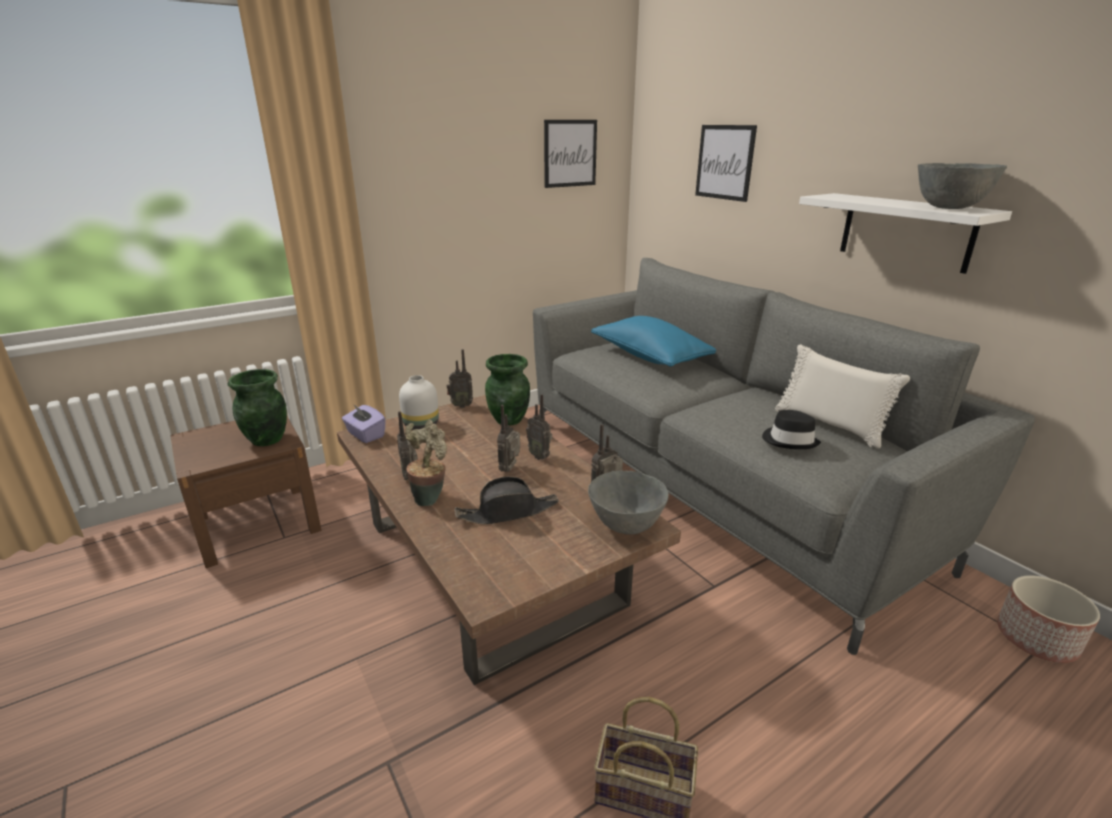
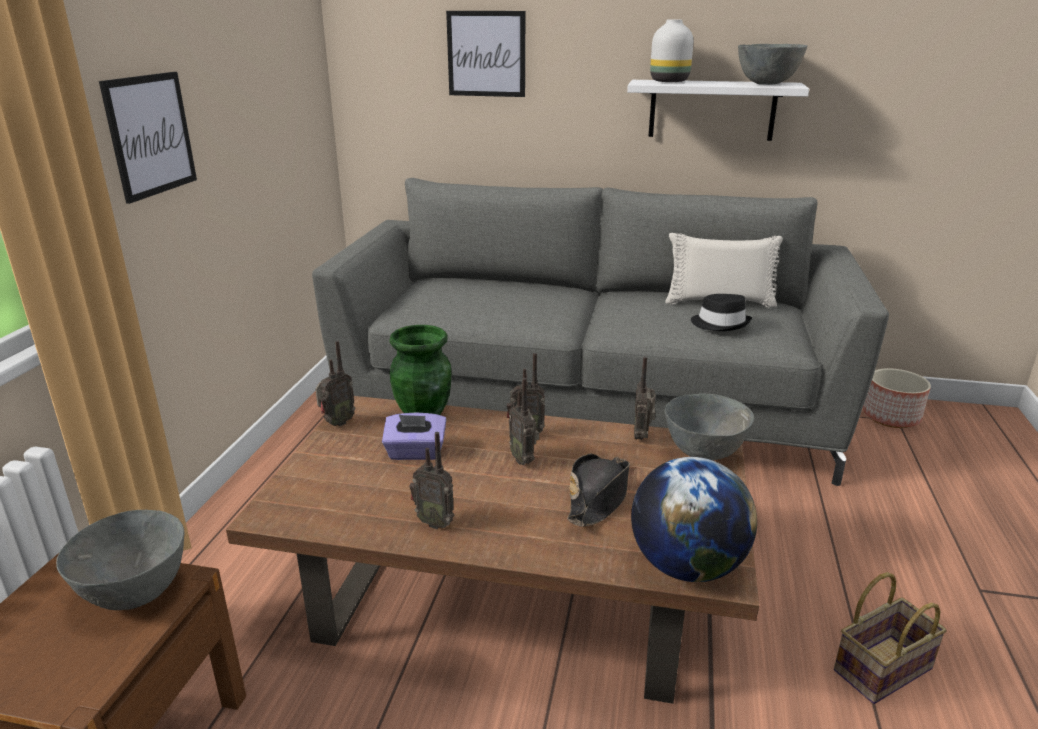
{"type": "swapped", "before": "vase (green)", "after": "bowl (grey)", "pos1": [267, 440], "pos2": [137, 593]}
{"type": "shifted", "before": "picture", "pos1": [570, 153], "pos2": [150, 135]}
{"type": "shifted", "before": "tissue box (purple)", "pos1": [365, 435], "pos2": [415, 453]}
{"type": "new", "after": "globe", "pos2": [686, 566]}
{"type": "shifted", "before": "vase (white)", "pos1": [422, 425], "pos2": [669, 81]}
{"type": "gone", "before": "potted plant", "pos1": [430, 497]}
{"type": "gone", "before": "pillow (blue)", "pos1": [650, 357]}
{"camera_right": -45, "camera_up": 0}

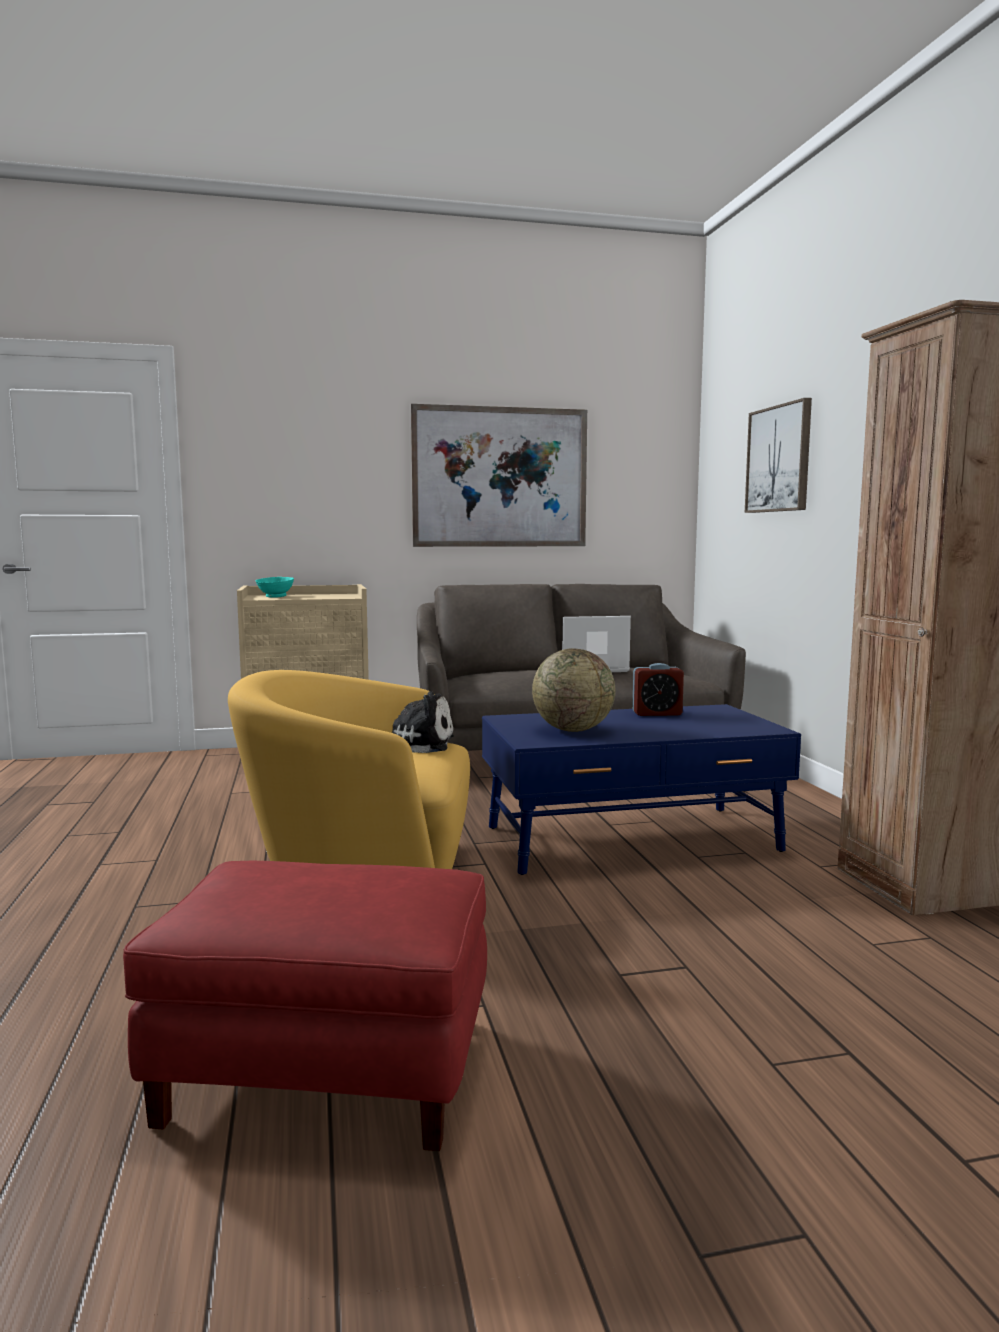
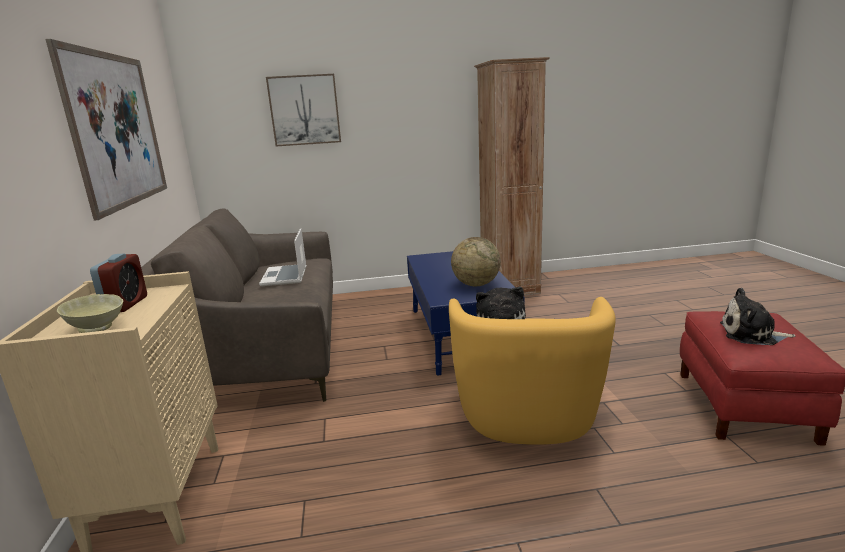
{"type": "repainted", "before": "bowl (turquoise)", "after": "bowl (beige)", "pos1": [275, 597], "pos2": [97, 329]}
{"type": "shifted", "before": "alarm clock", "pos1": [657, 713], "pos2": [125, 304]}
{"type": "new", "after": "plush toy", "pos2": [751, 334]}
{"camera_right": -85, "camera_up": 10}

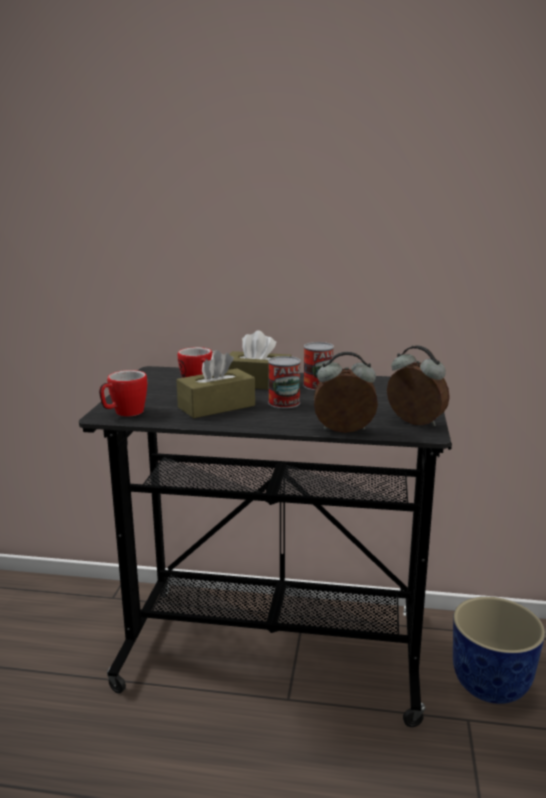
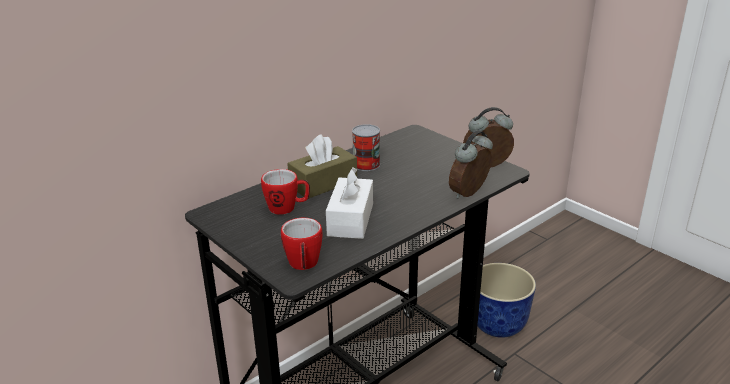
{"type": "repainted", "before": "tissue box (brown)", "after": "tissue box (white)", "pos1": [216, 406], "pos2": [350, 219]}
{"type": "gone", "before": "can", "pos1": [284, 403]}
{"camera_right": -50, "camera_up": 10}

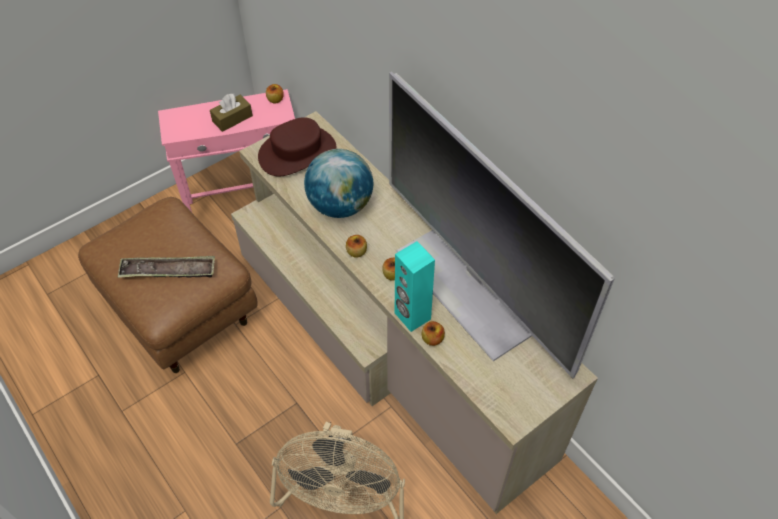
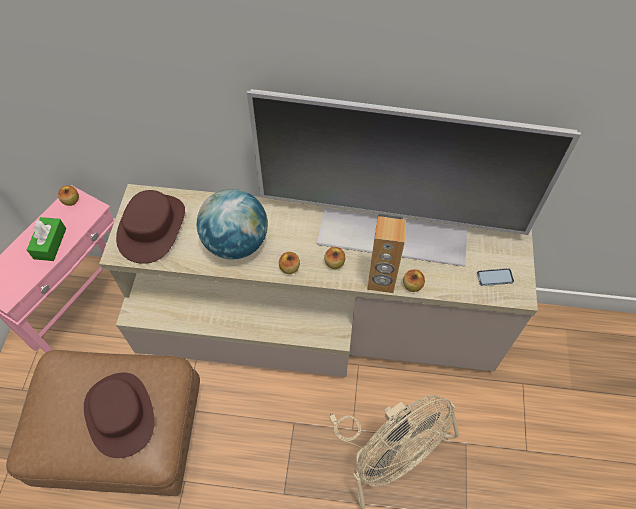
{"type": "repainted", "before": "tissue box (brown)", "after": "tissue box (green)", "pos1": [232, 118], "pos2": [50, 243]}
{"type": "swapped", "before": "tray", "after": "hat (brown)", "pos1": [168, 271], "pos2": [121, 414]}
{"type": "repainted", "before": "speaker (turquoise)", "after": "speaker (brown)", "pos1": [412, 316], "pos2": [381, 281]}
{"type": "new", "after": "phone", "pos2": [494, 277]}
{"camera_right": -45, "camera_up": 5}

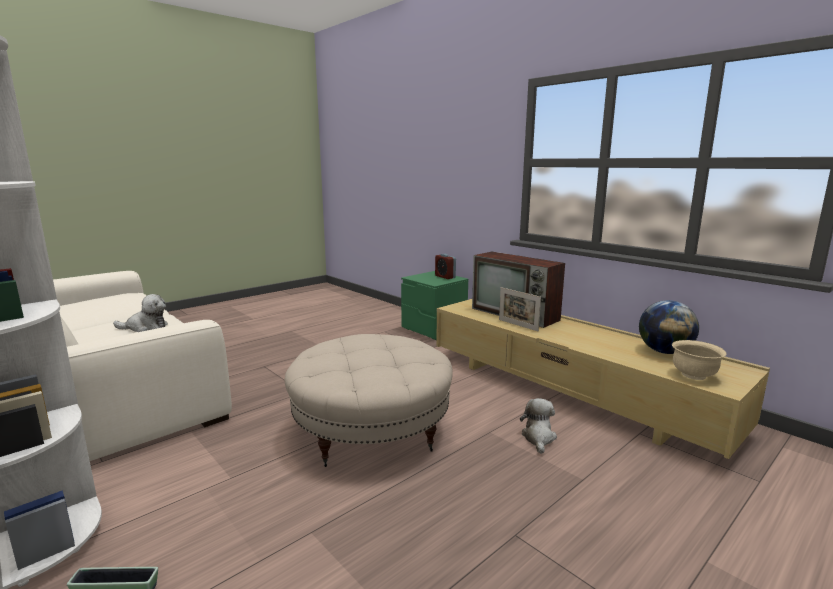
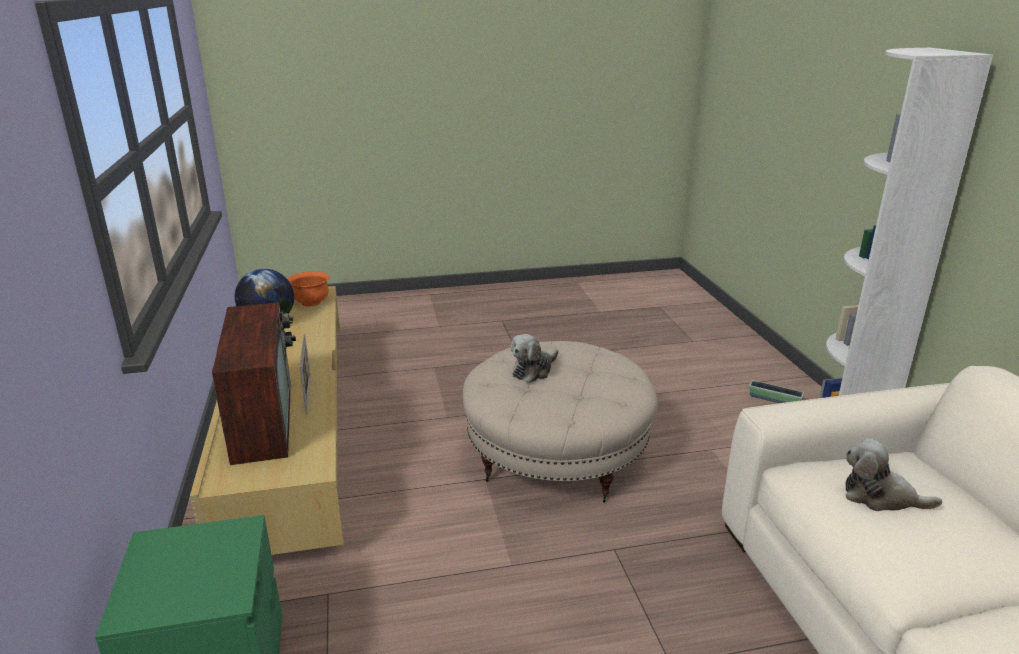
{"type": "repainted", "before": "bowl (beige)", "after": "bowl (orange)", "pos1": [694, 375], "pos2": [311, 302]}
{"type": "shifted", "before": "plush toy", "pos1": [538, 438], "pos2": [533, 370]}
{"type": "gone", "before": "alarm clock", "pos1": [445, 277]}
{"camera_right": -150, "camera_up": 10}

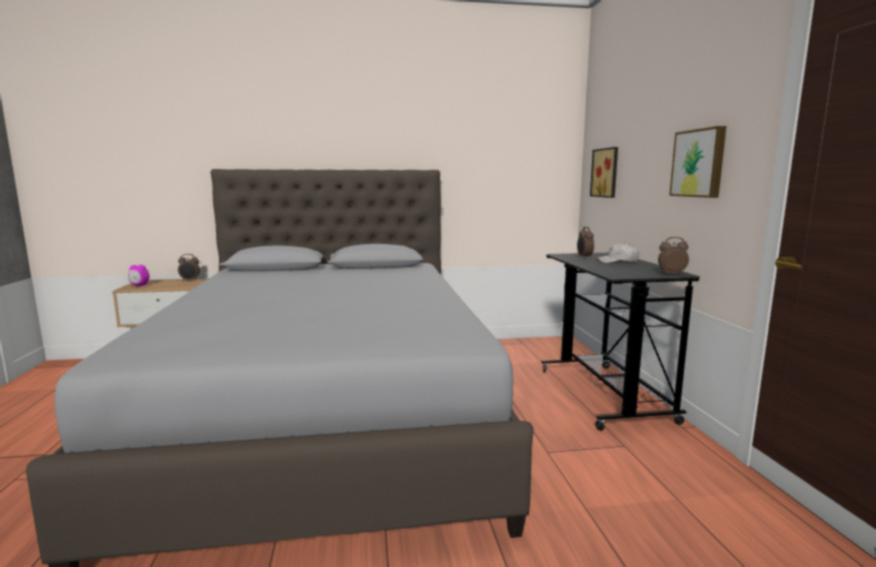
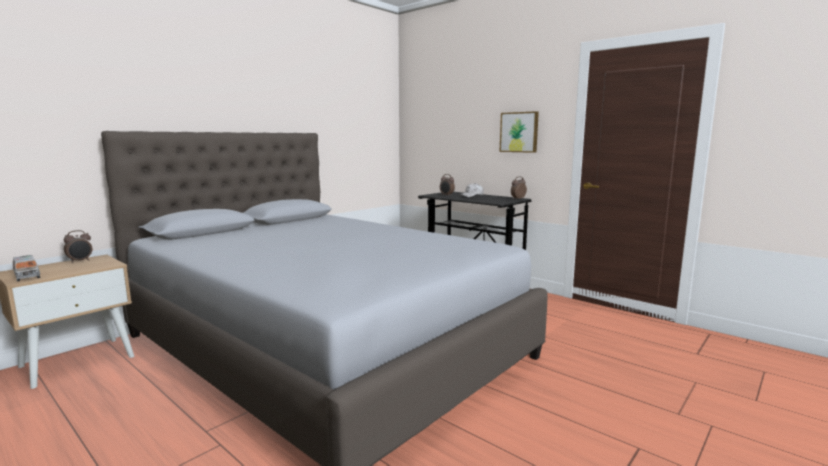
{"type": "swapped", "before": "alarm clock", "after": "toy truck", "pos1": [139, 285], "pos2": [27, 275]}
{"type": "gone", "before": "picture", "pos1": [606, 173]}
{"camera_right": -40, "camera_up": 0}

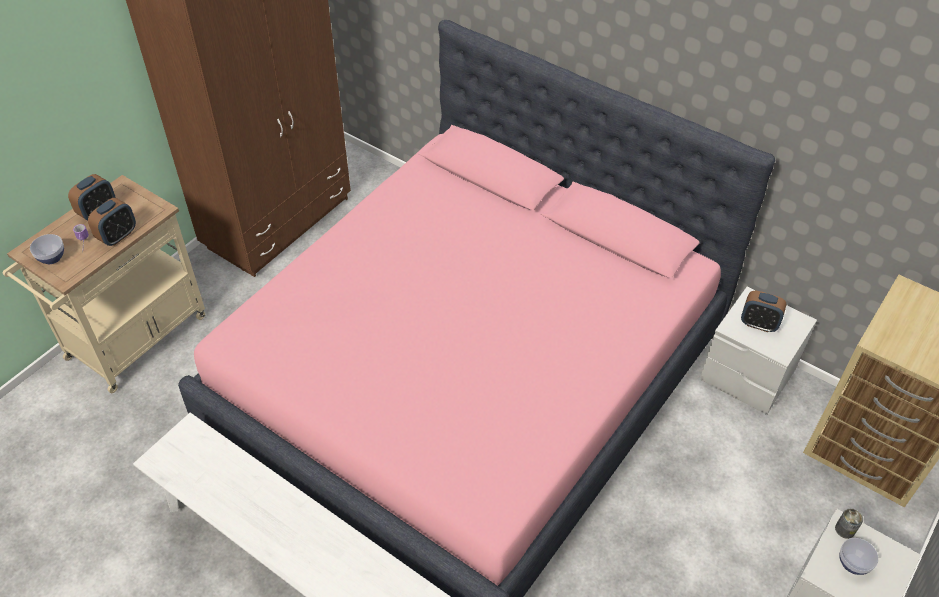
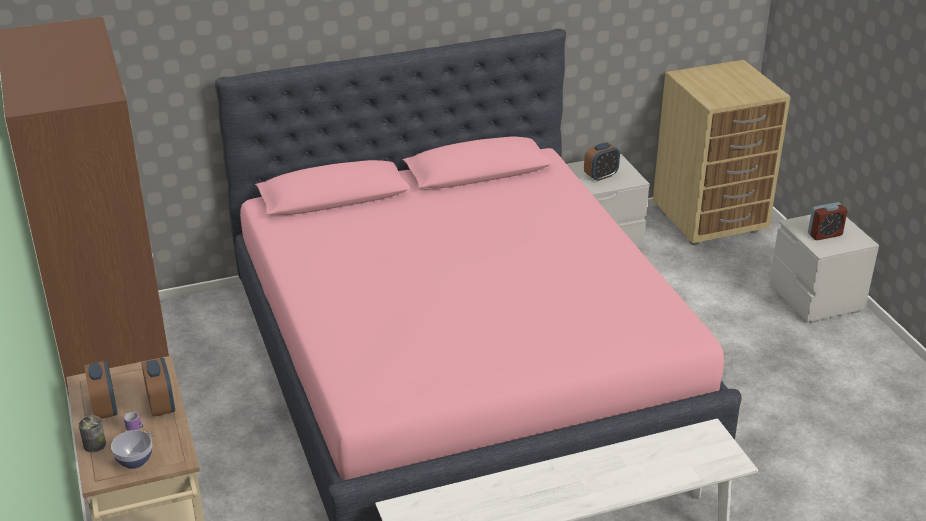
{"type": "shifted", "before": "can", "pos1": [845, 529], "pos2": [94, 444]}
{"type": "swapped", "before": "bowl", "after": "alarm clock", "pos1": [853, 563], "pos2": [824, 234]}
{"camera_right": -55, "camera_up": -15}

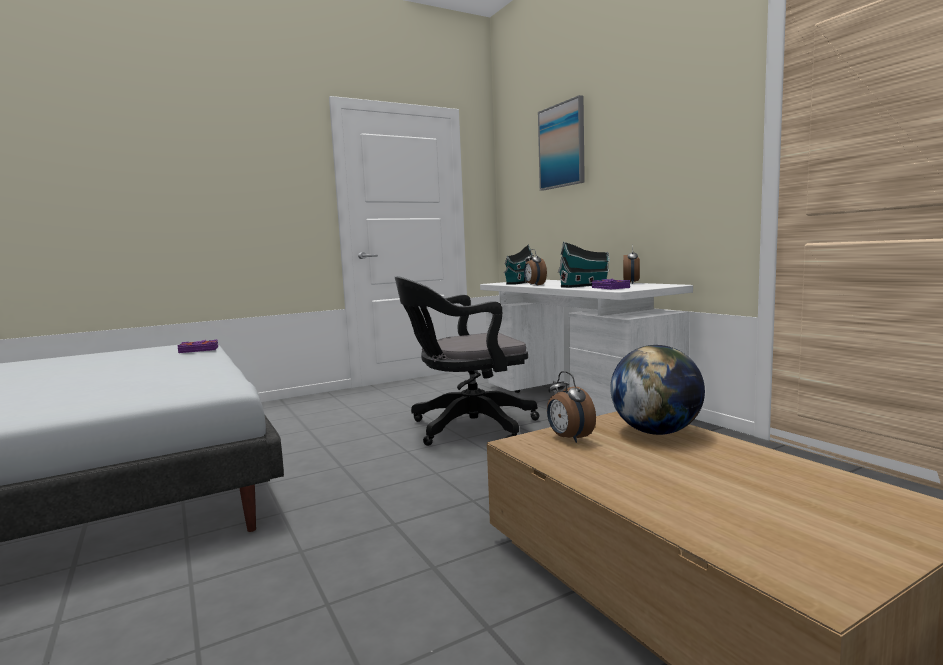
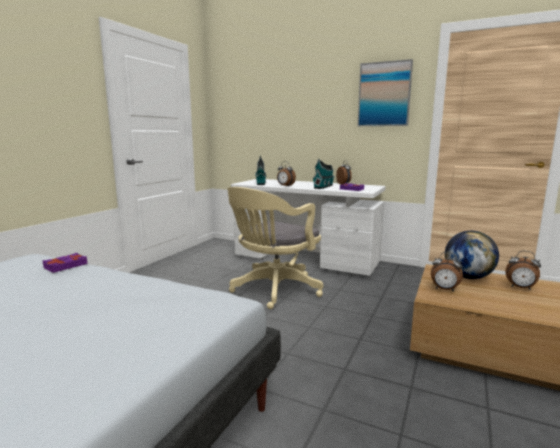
{"type": "repainted", "before": "office chair (black)", "after": "office chair (beige)", "pos1": [466, 428], "pos2": [273, 290]}
{"type": "shifted", "before": "picture", "pos1": [562, 146], "pos2": [384, 94]}
{"type": "new", "after": "alarm clock", "pos2": [520, 288]}
{"camera_right": -35, "camera_up": 5}

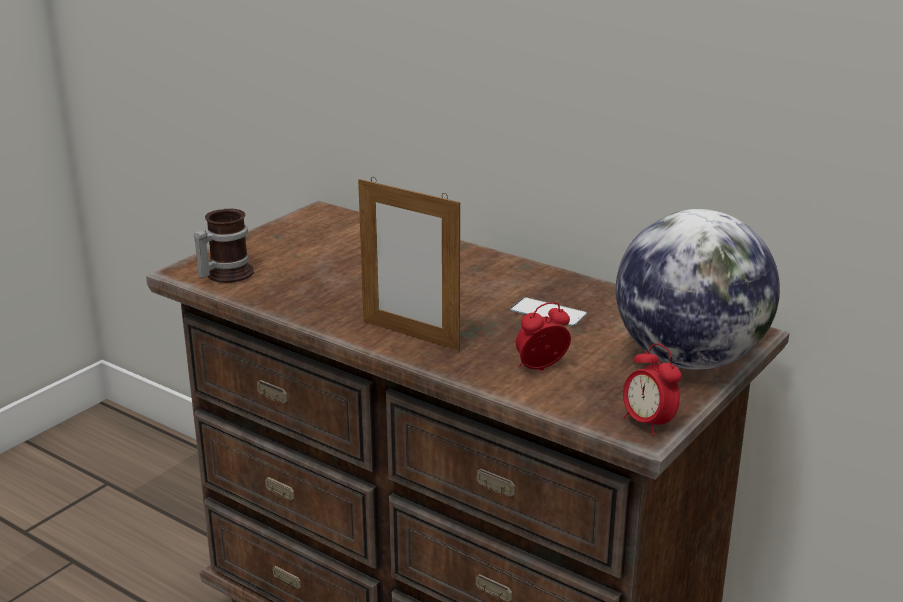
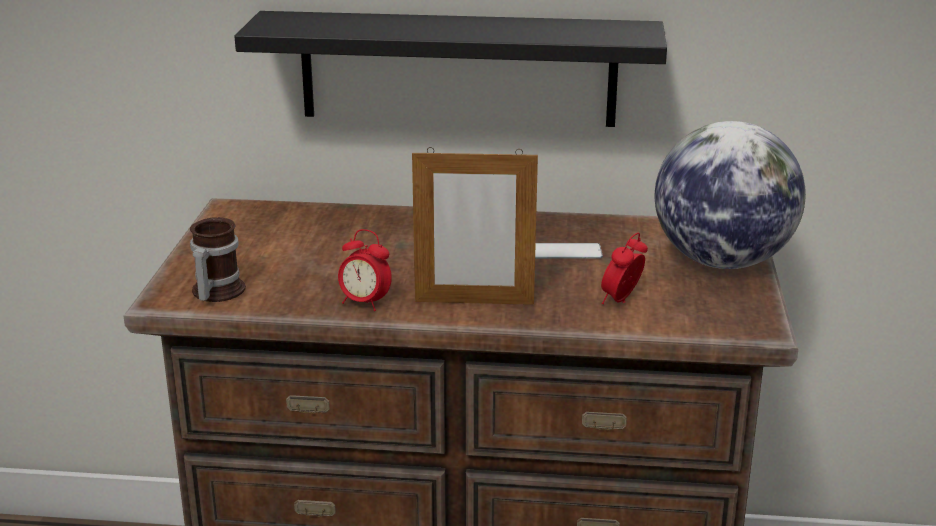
{"type": "new", "after": "shelf (black)", "pos2": [458, 69]}
{"type": "shifted", "before": "alarm clock", "pos1": [648, 423], "pos2": [365, 303]}
{"camera_right": -30, "camera_up": 0}

